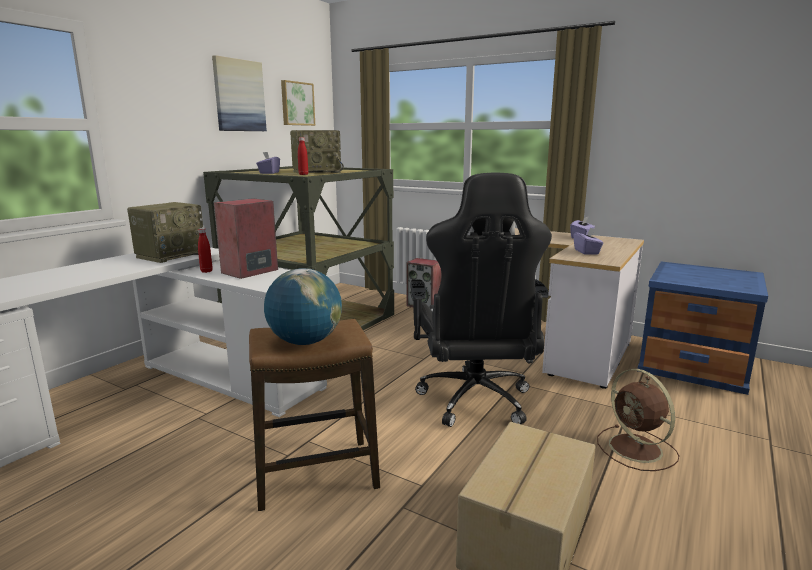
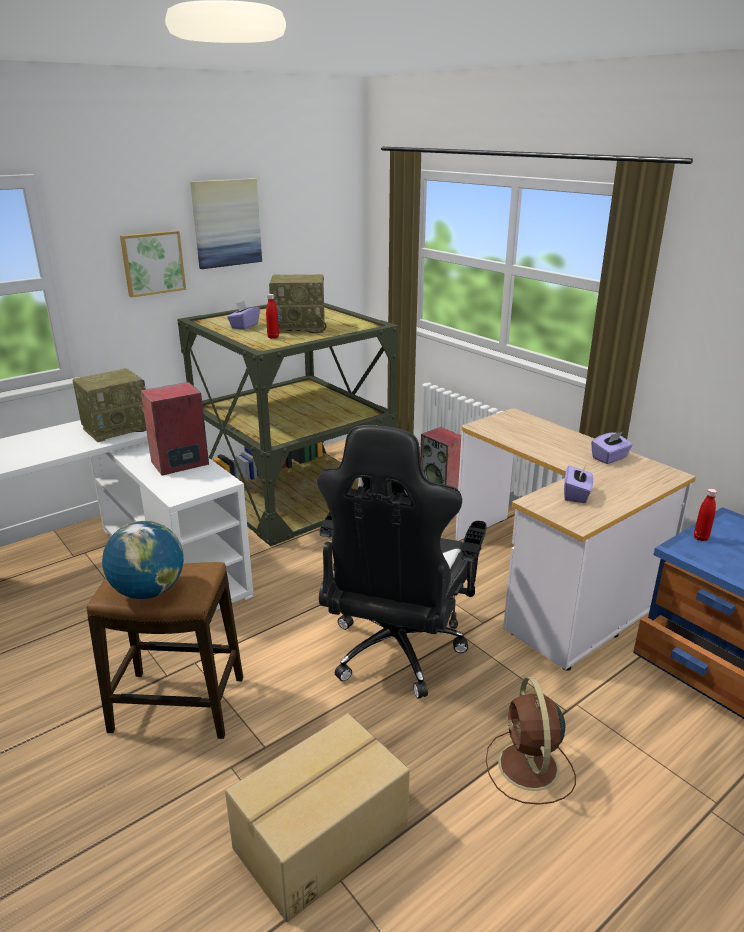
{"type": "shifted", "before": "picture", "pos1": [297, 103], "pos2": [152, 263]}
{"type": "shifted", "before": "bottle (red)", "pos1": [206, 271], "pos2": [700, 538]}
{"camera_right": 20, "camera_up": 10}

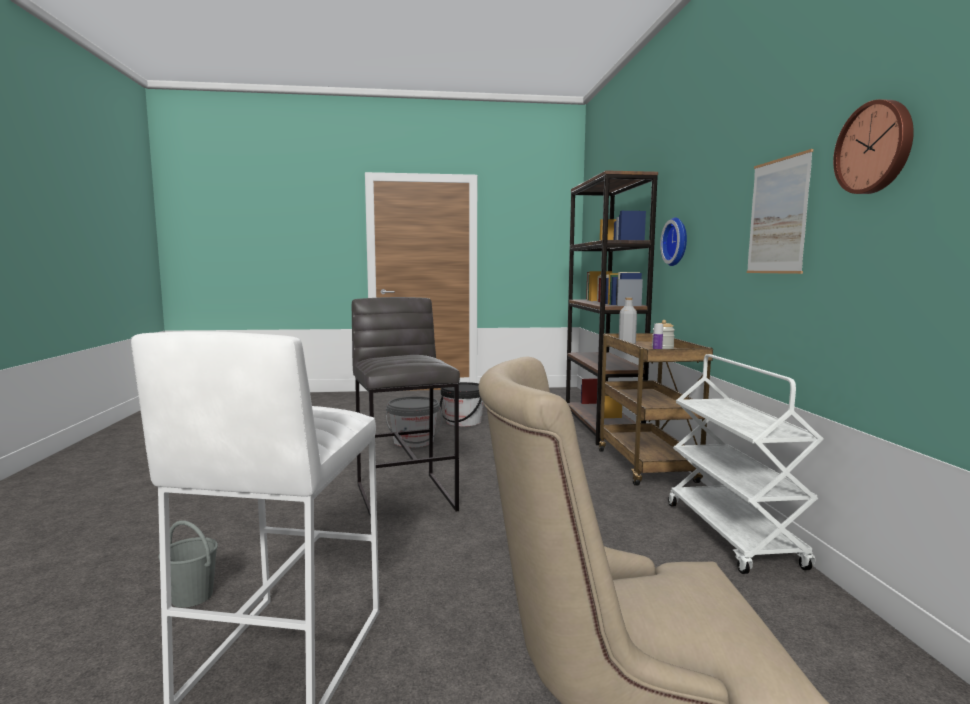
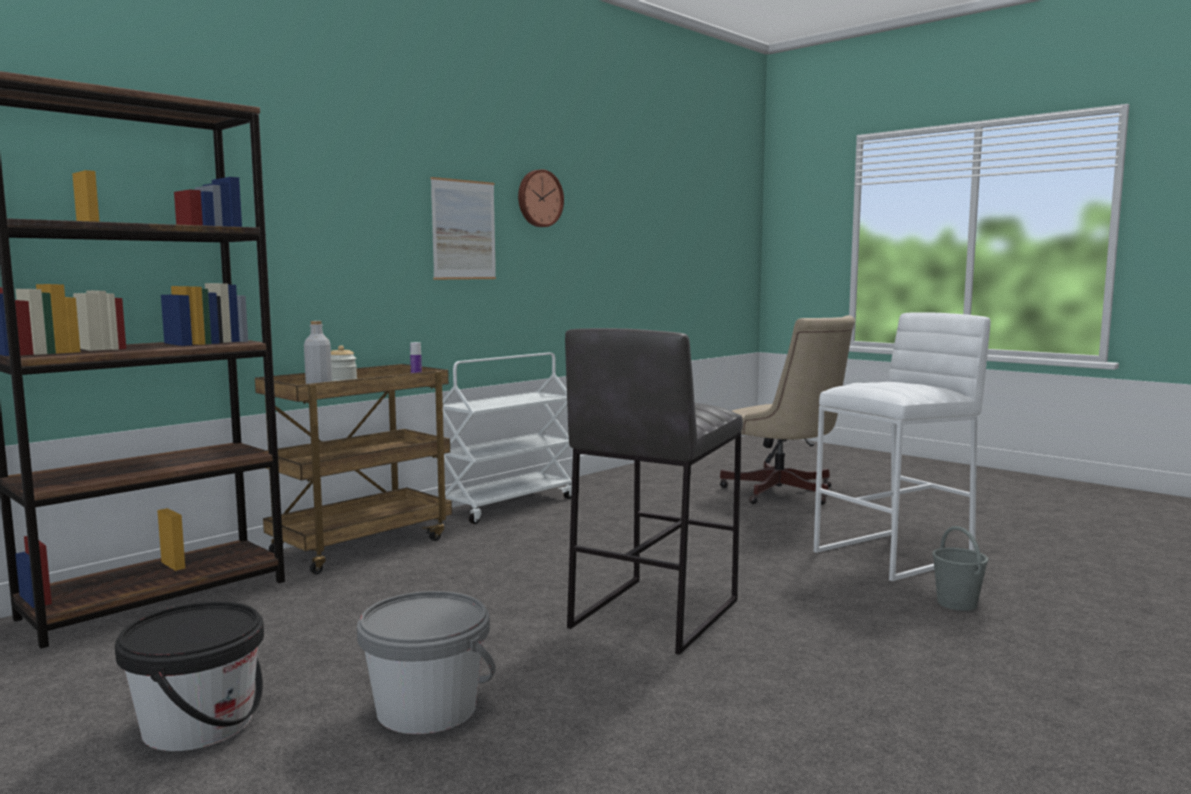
{"type": "gone", "before": "wall clock", "pos1": [677, 242]}
{"camera_right": -130, "camera_up": 0}

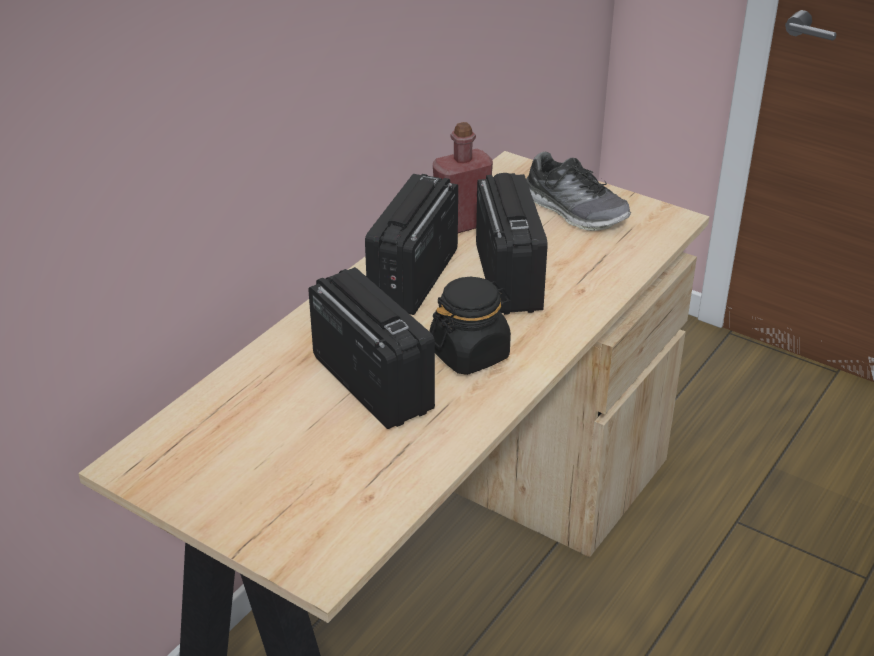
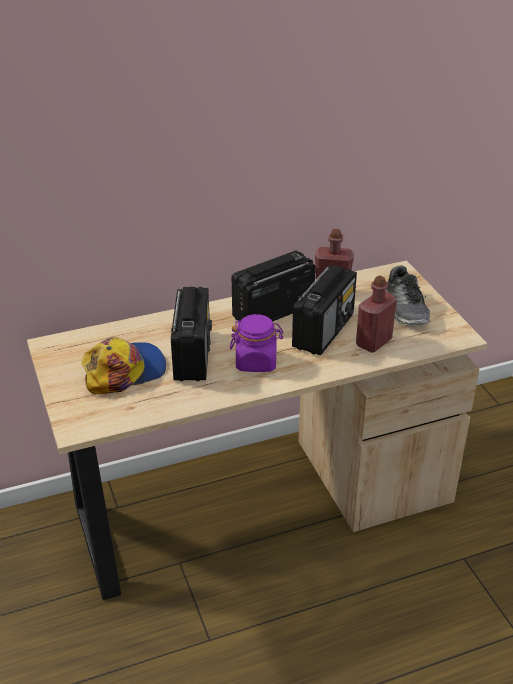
{"type": "new", "after": "cap", "pos2": [124, 371]}
{"type": "repainted", "before": "jar (black)", "after": "jar (purple)", "pos1": [470, 354], "pos2": [256, 362]}
{"type": "new", "after": "bottle (red)", "pos2": [373, 342]}
{"camera_right": 35, "camera_up": 0}

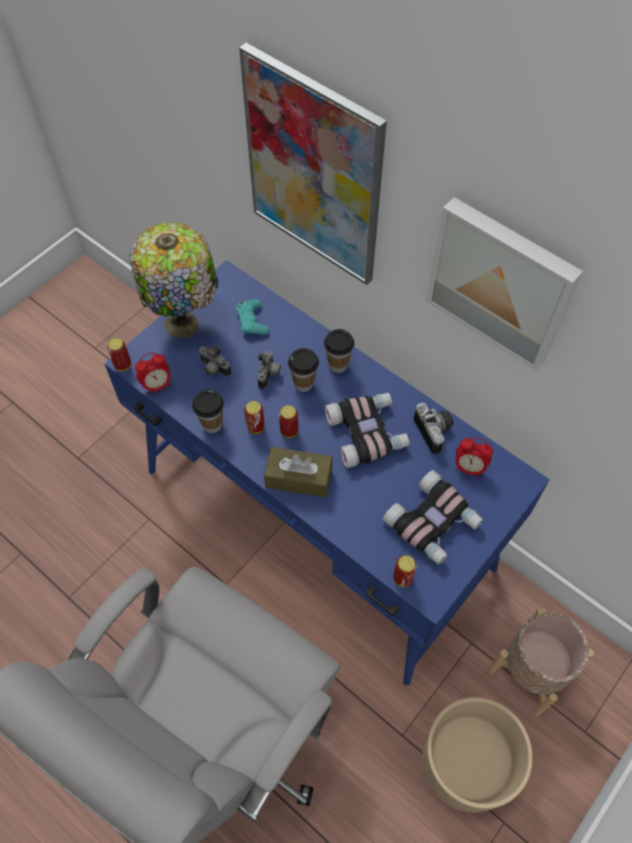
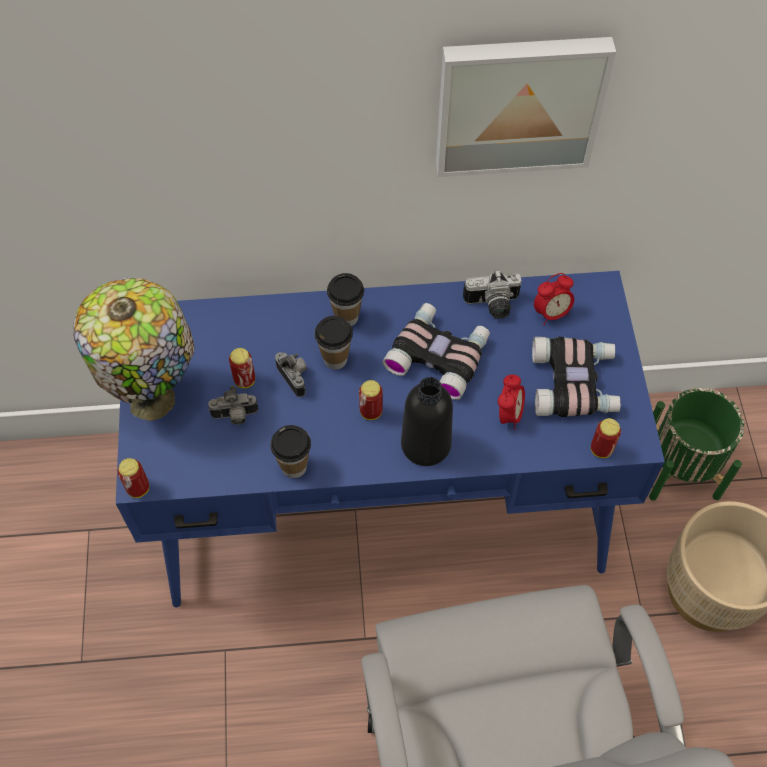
{"type": "shifted", "before": "can", "pos1": [255, 427], "pos2": [244, 380]}
{"type": "swapped", "before": "tissue box (brown)", "after": "bottle (black)", "pos1": [298, 478], "pos2": [425, 444]}
{"type": "rotated", "before": "photo camera", "pos1": [435, 431], "pos2": [492, 306], "turn": 150}
{"type": "shifted", "before": "alarm clock", "pos1": [157, 385], "pos2": [509, 414]}
{"type": "repainted", "before": "planter (beige)", "after": "planter (green)", "pos1": [531, 670], "pos2": [680, 467]}
{"type": "gone", "before": "game controller (turquoise)", "pos1": [252, 321]}
{"type": "gone", "before": "picture", "pos1": [314, 170]}
{"camera_right": -45, "camera_up": 0}

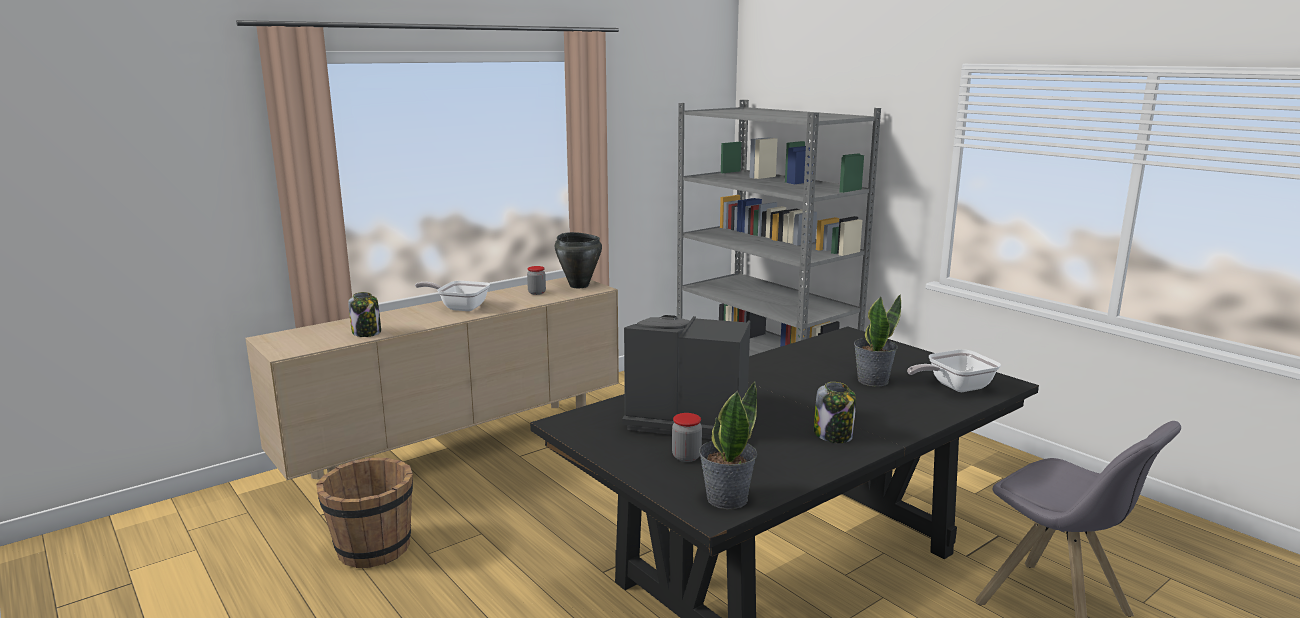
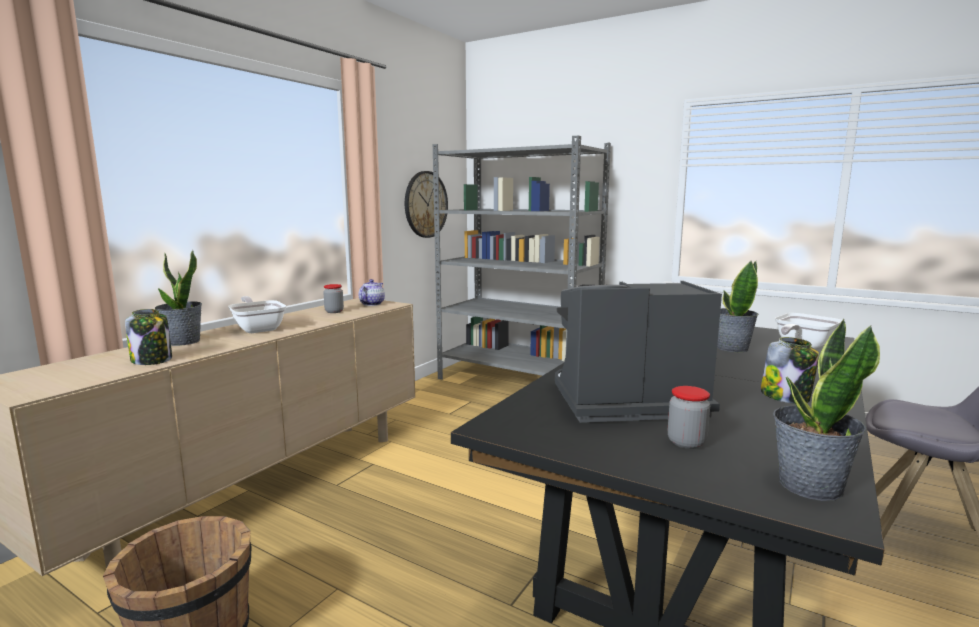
{"type": "new", "after": "potted plant", "pos2": [183, 342]}
{"type": "rotated", "before": "frying pan", "pos1": [460, 307], "pos2": [258, 328], "turn": 60}
{"type": "swapped", "before": "cooking pot (black)", "after": "teapot", "pos1": [579, 285], "pos2": [372, 304]}
{"type": "new", "after": "wall clock", "pos2": [425, 204]}
{"camera_right": -20, "camera_up": -5}

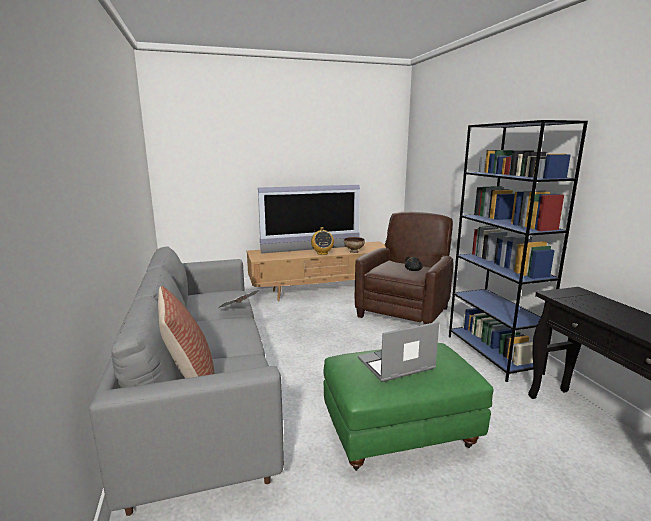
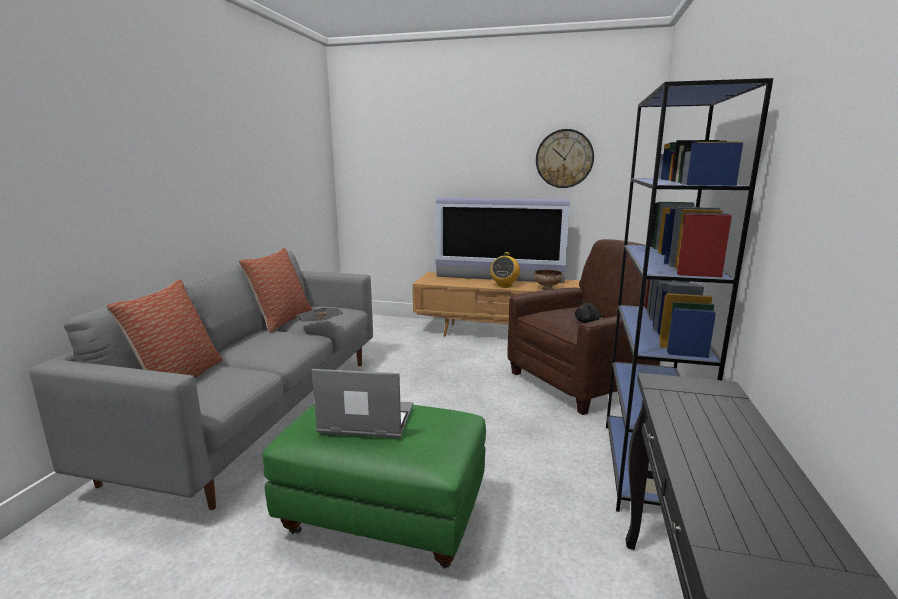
{"type": "new", "after": "pillow", "pos2": [281, 320]}
{"type": "new", "after": "wall clock", "pos2": [564, 158]}
{"camera_right": 30, "camera_up": 0}

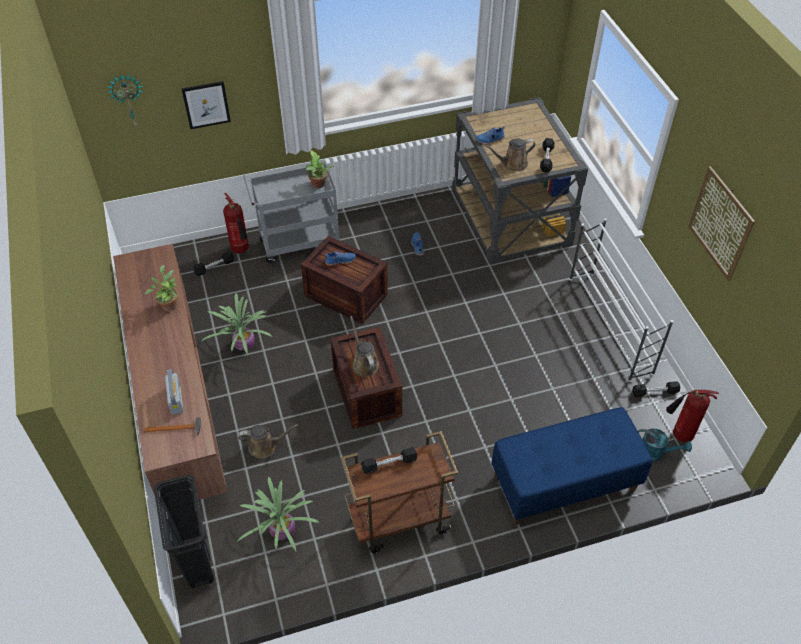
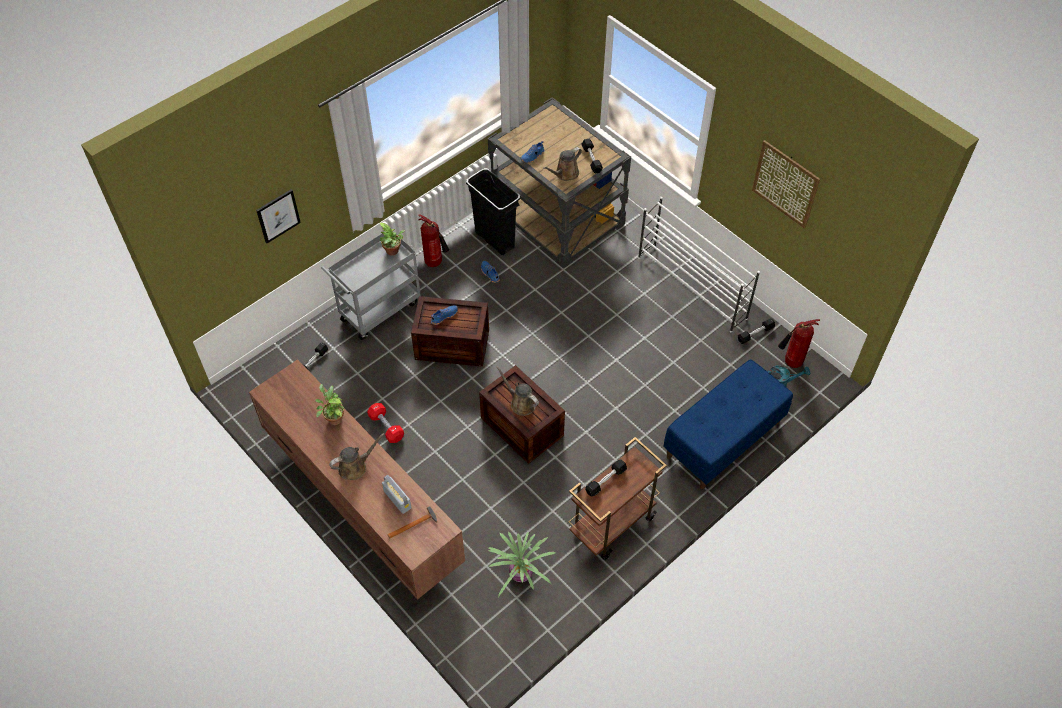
{"type": "shifted", "before": "watering can (brown)", "pos1": [265, 446], "pos2": [355, 466]}
{"type": "swapped", "before": "potted plant", "after": "dumbbell (red)", "pos1": [243, 345], "pos2": [386, 427]}
{"type": "shifted", "before": "fire extinguisher", "pos1": [241, 250], "pos2": [435, 263]}
{"type": "shifted", "before": "trash can (black)", "pos1": [198, 560], "pos2": [495, 240]}
{"type": "gone", "before": "wall clock", "pos1": [128, 99]}
{"camera_right": -25, "camera_up": 5}

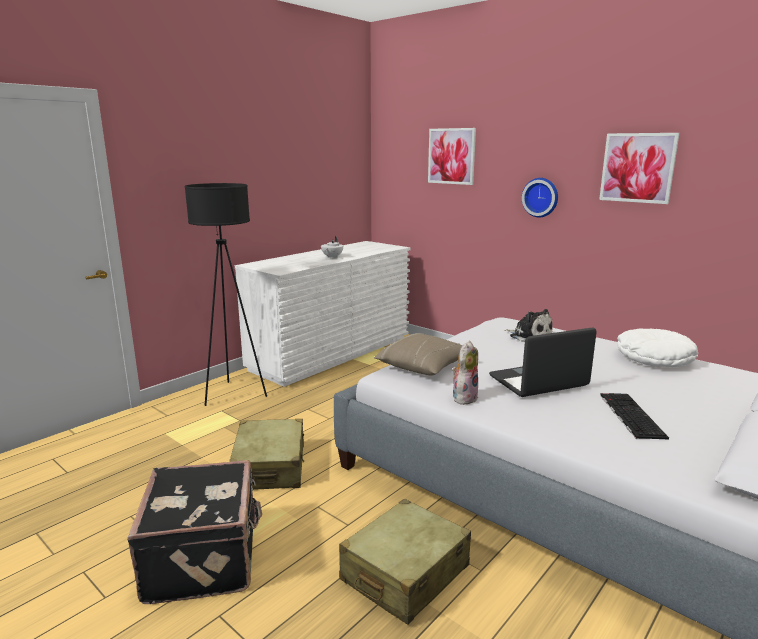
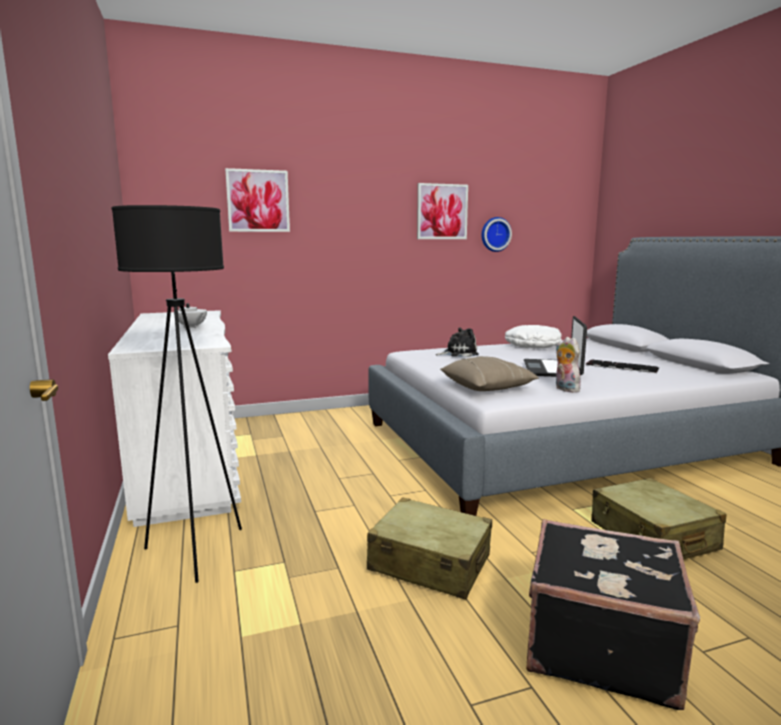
{"type": "shifted", "before": "wall clock", "pos1": [541, 197], "pos2": [495, 234]}
{"camera_right": -60, "camera_up": -5}

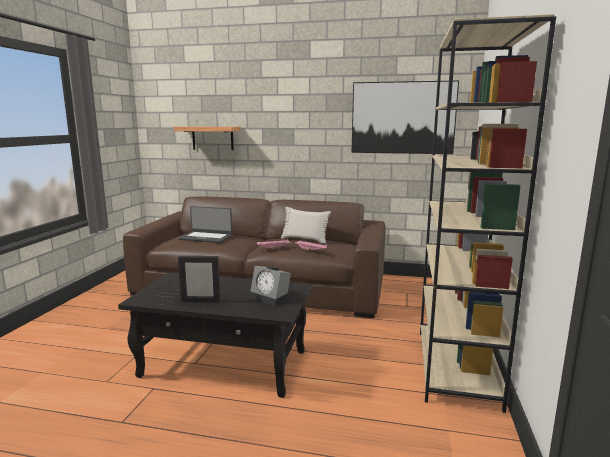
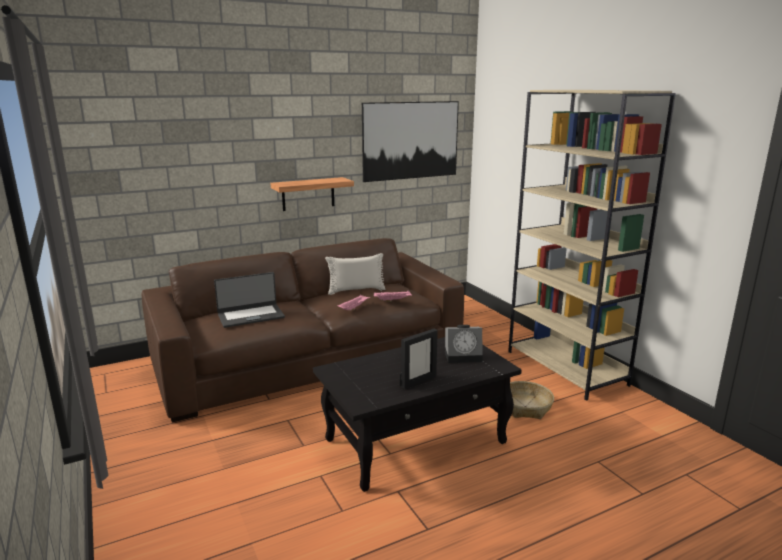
{"type": "shifted", "before": "shelf", "pos1": [212, 138], "pos2": [308, 194]}
{"type": "new", "after": "basket", "pos2": [525, 407]}
{"camera_right": -40, "camera_up": 5}

